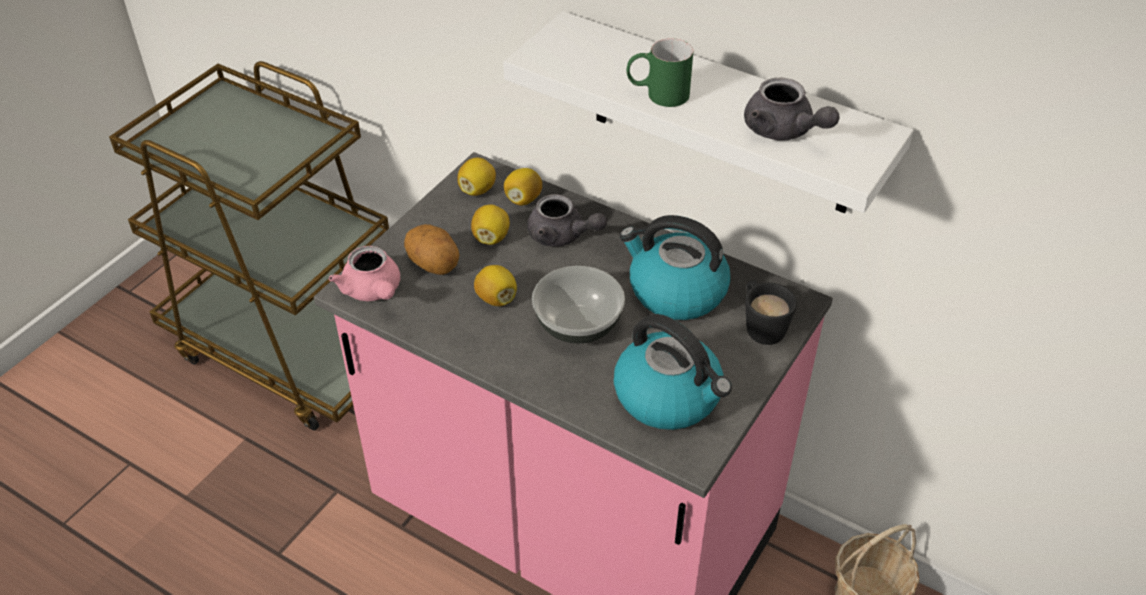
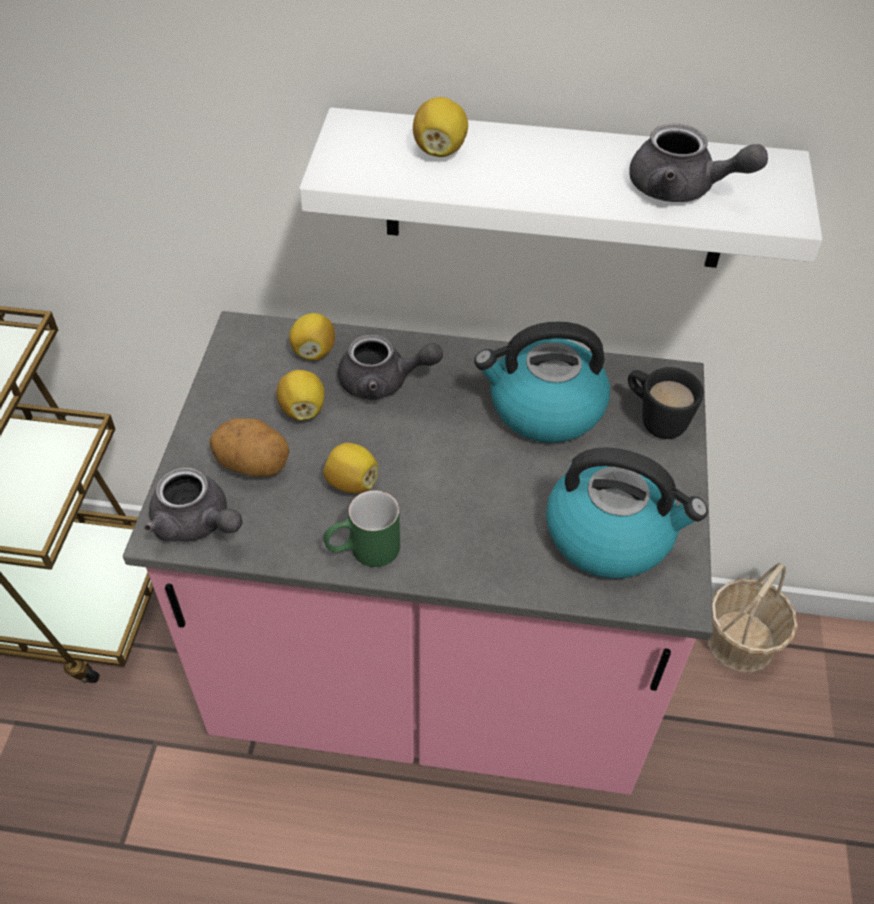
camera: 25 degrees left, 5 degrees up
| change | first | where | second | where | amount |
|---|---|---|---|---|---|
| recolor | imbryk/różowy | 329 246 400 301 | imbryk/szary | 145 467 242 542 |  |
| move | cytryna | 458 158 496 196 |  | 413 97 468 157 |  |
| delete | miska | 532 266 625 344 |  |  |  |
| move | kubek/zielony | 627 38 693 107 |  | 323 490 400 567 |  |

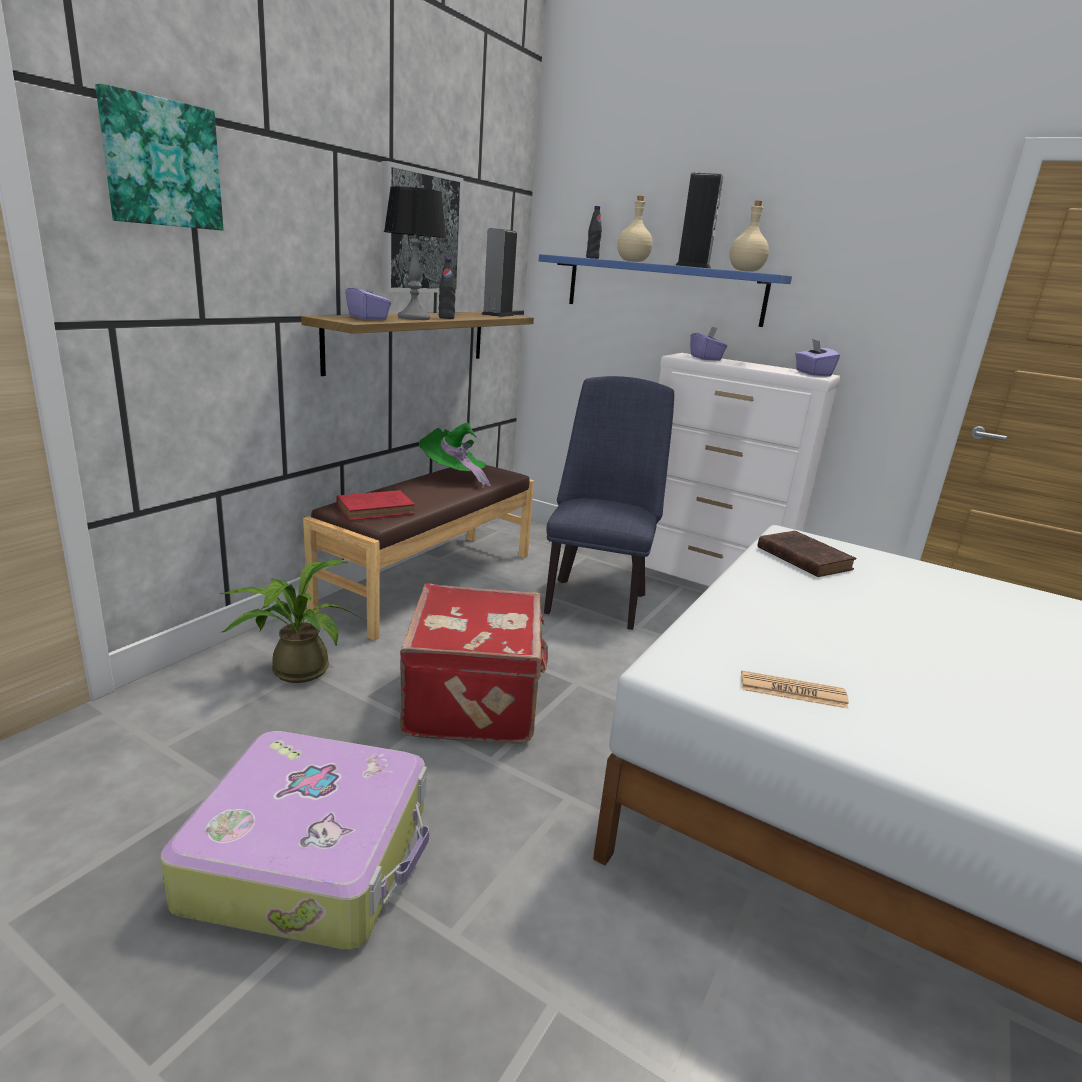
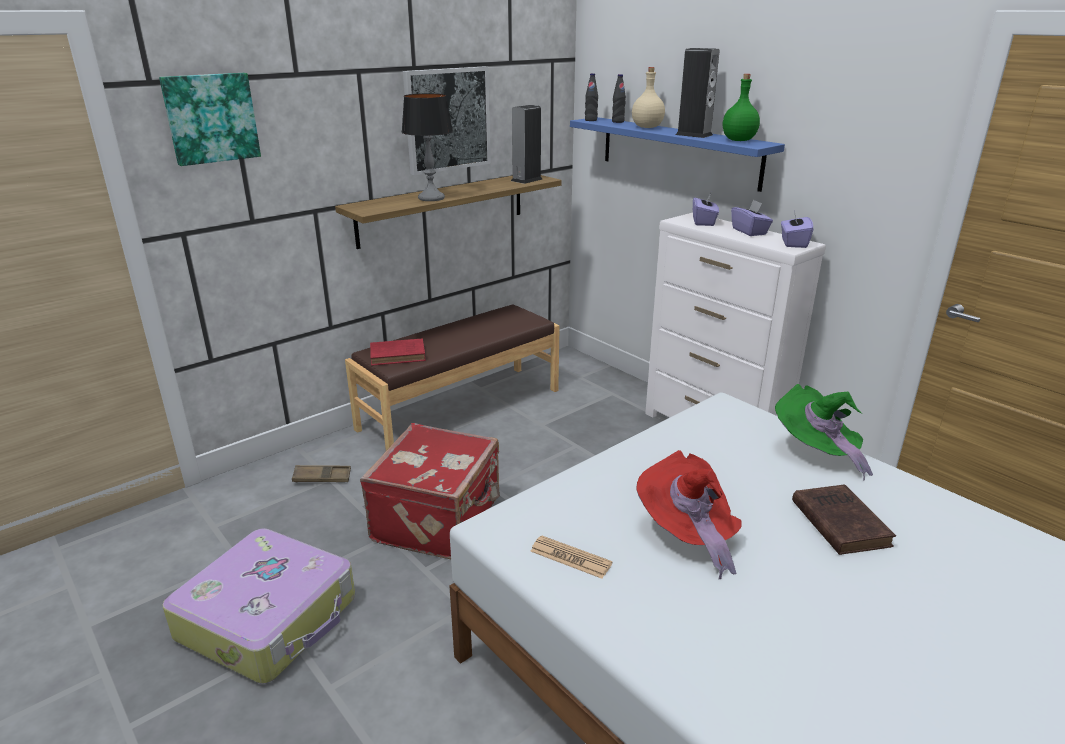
camera: 20 degrees right, 5 degrees up
| change | first | where | second | where | amount |
|---|---|---|---|---|---|
| replace | roślina doniczkowa | 219 560 362 683 | taca/brązowy | 292 465 351 483 |  |
| move | pudełko chusteczek/fioletowy | 345 279 391 320 |  | 731 199 773 236 |  |
| move | kapelusz/zielony | 419 423 491 489 |  | 775 384 873 481 |  |
| move | butelka/czarny | 438 259 456 319 |  | 585 73 598 121 |  |
| delete | krzesło/niebieski | 544 376 674 630 |  |  |  |
| recolor | butelka/beżowy | 730 200 769 272 | butelka/zielony | 723 74 760 141 |  |
| move | książka/brązowy | 758 531 857 577 |  | 792 485 896 555 |  |
| insert |  |  | kapelusz/czerwony | 636 450 741 579 |  |

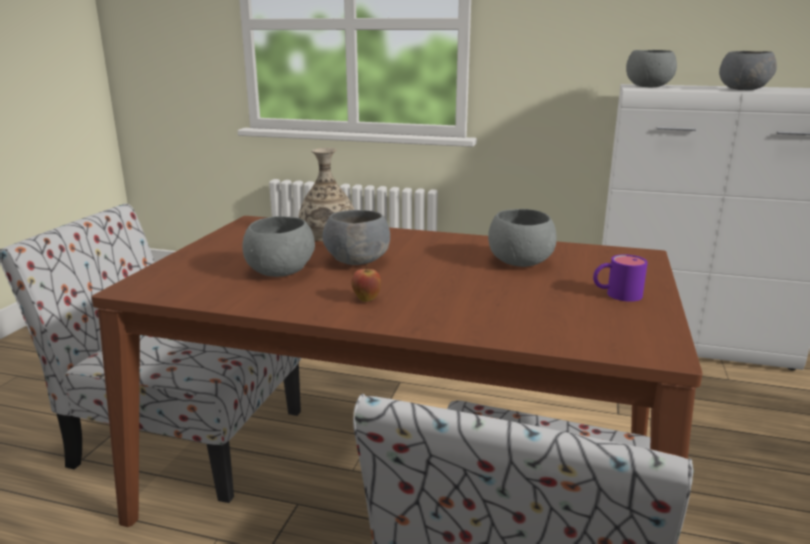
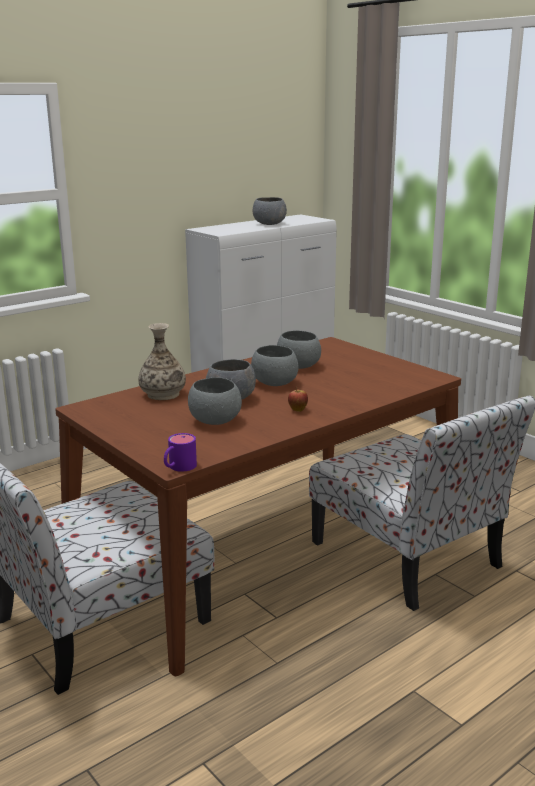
camera: 55 degrees left, 0 degrees up
| change | first | where | second | where | amount |
|---|---|---|---|---|---|
| move | kubek/fioletowy | 593 254 648 302 |  | 164 433 197 472 |  |
| move | miska/szary | 626 50 677 87 |  | 251 345 299 386 |  |

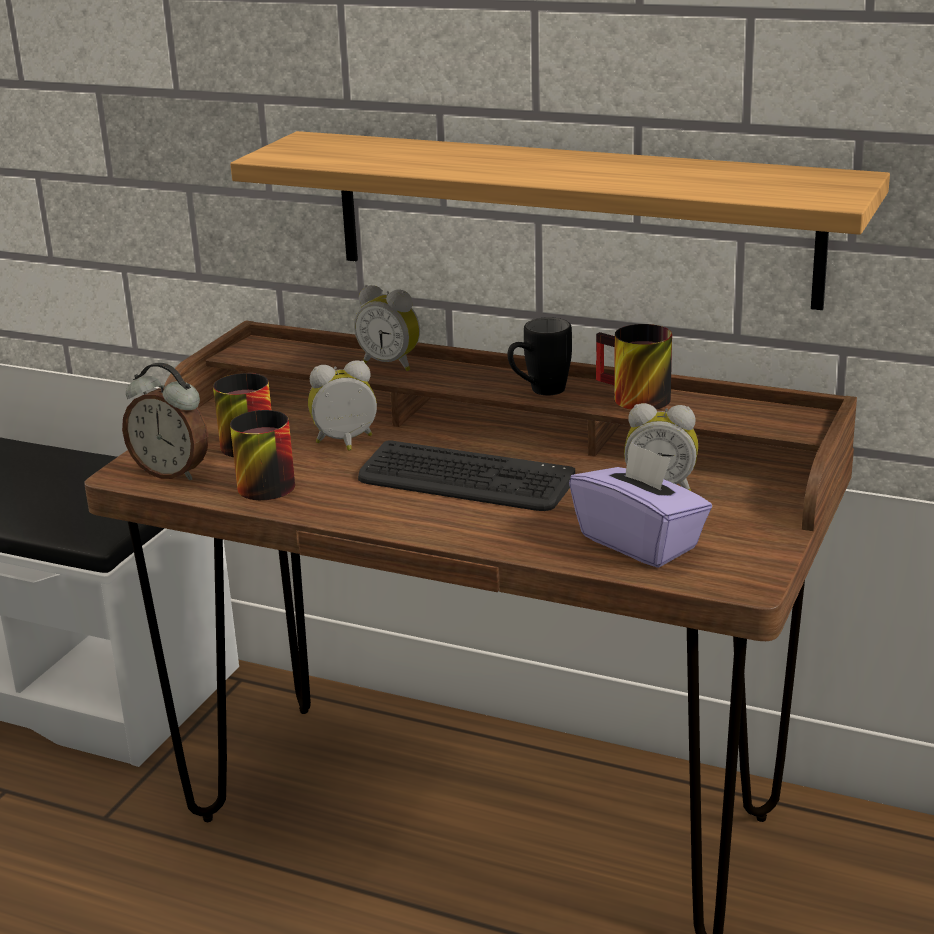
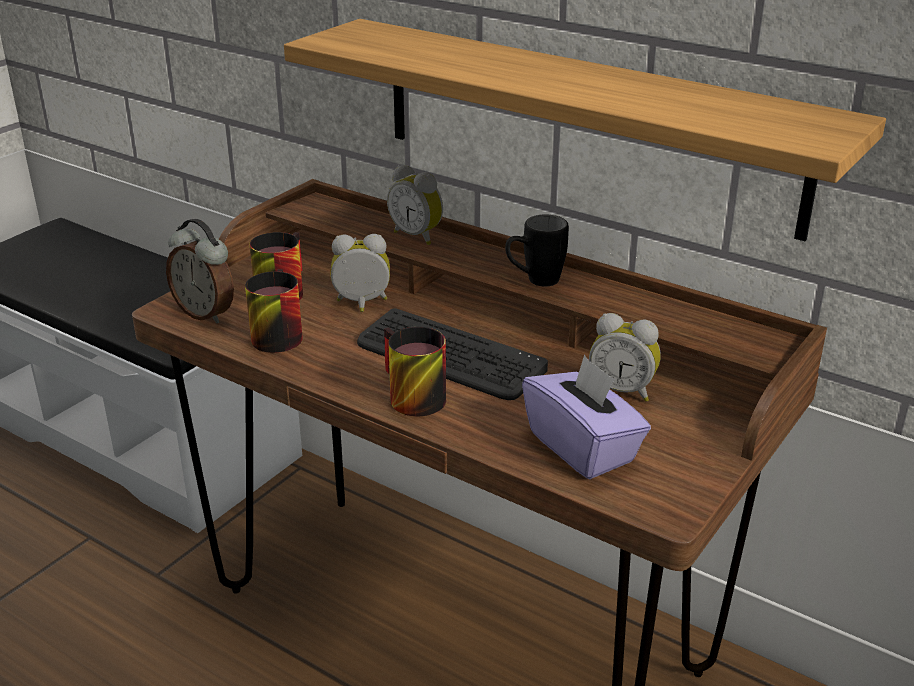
camera: 10 degrees right, 5 degrees up
| change | first | where | second | where | amount |
|---|---|---|---|---|---|
| move | kubek | 596 324 672 410 |  | 384 327 446 416 |  |

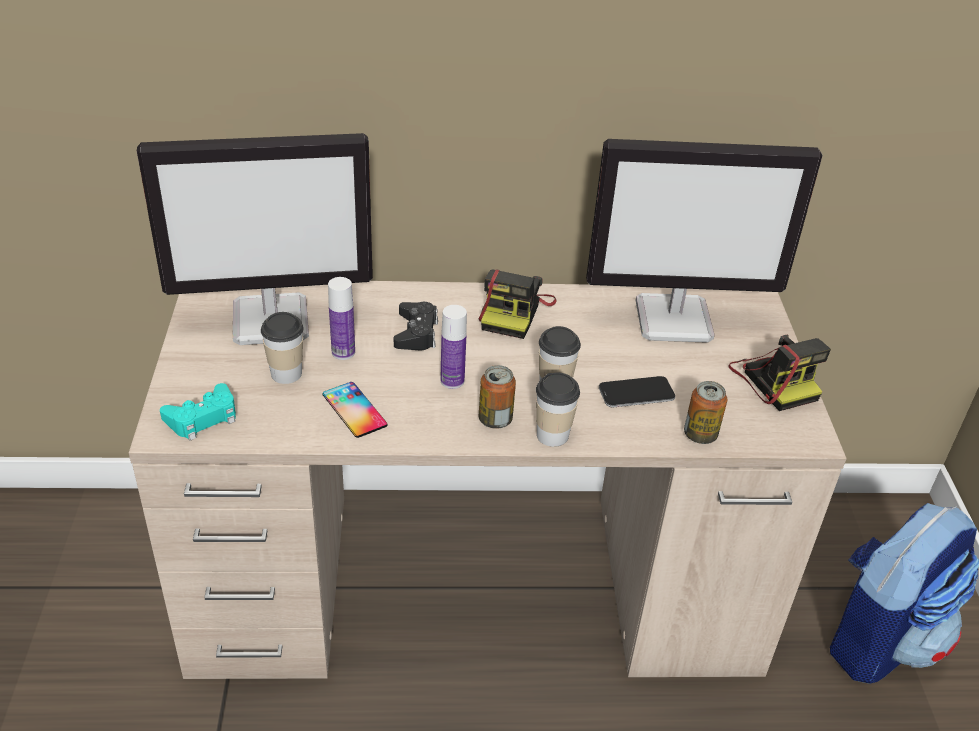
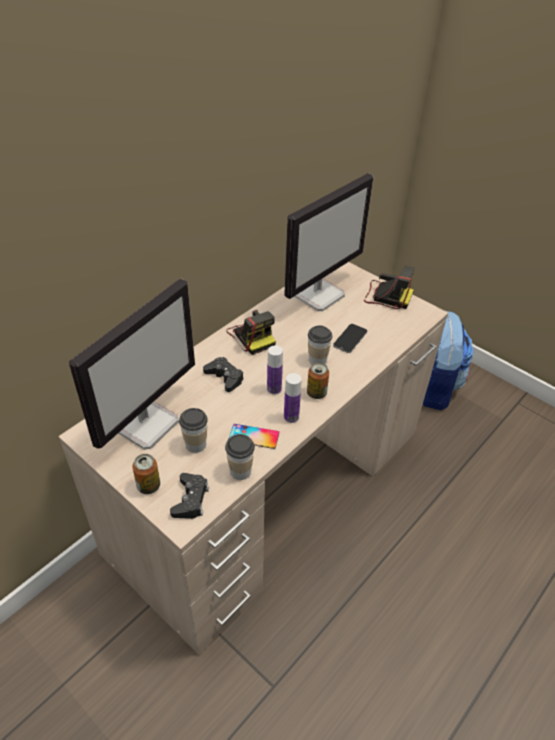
camera: 45 degrees left, 5 degrees up
| change | first | where | second | where | amount |
|---|---|---|---|---|---|
| recolor | pad do gier/turkusowy | 160 383 236 441 | pad do gier/czarny | 170 473 209 519 |  |
| move | butelka | 328 277 355 360 |  | 284 373 301 423 |  |
| move | filiżanka | 536 373 580 447 |  | 225 434 255 480 |  |
| move | puszka | 684 381 727 444 |  | 133 454 160 494 |  |

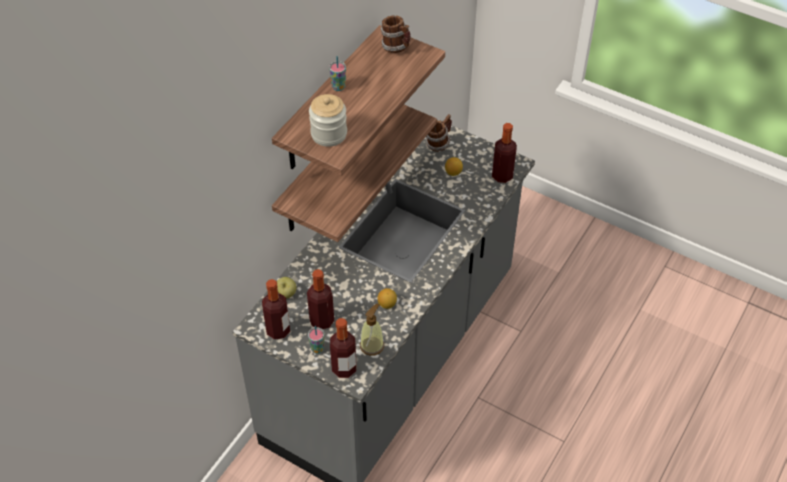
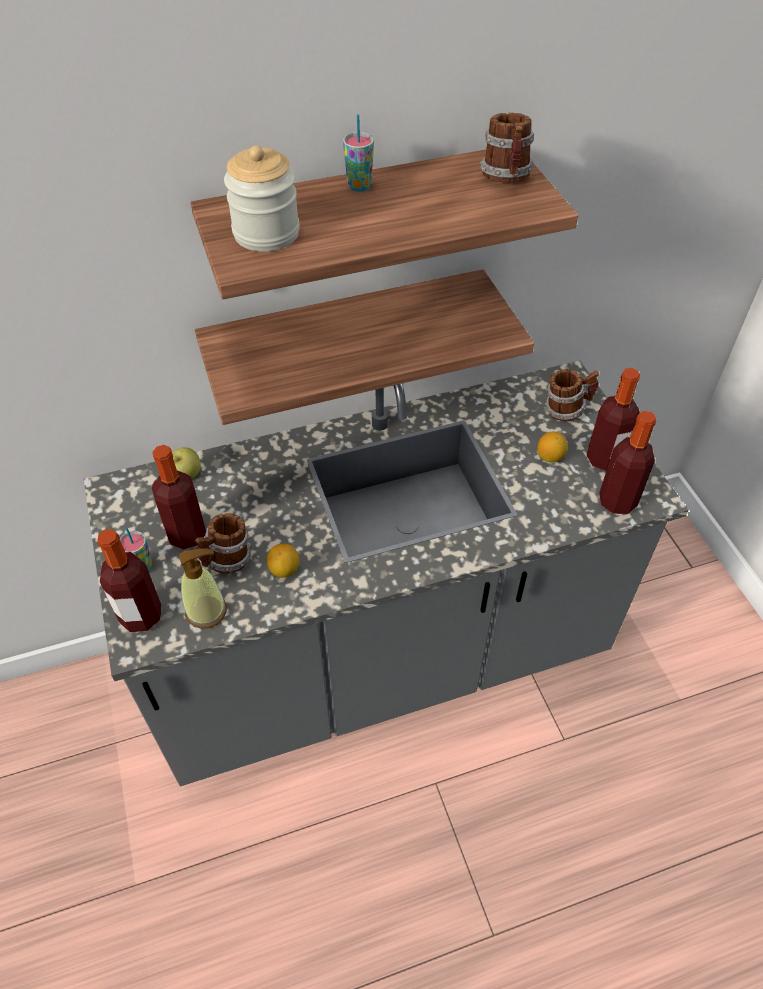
camera: 40 degrees right, 0 degrees up
| change | first | where | second | where | amount |
|---|---|---|---|---|---|
| move | butelka | 262 279 290 340 |  | 586 368 640 471 |  |
| insert |  |  | kubek | 195 513 251 573 |  |

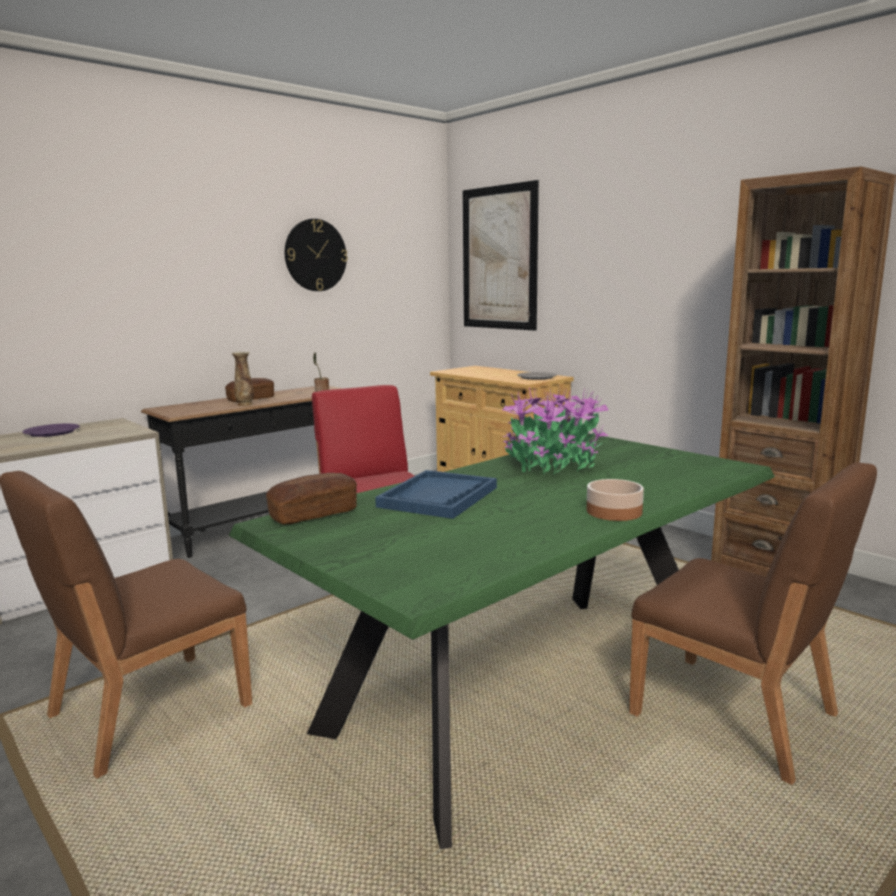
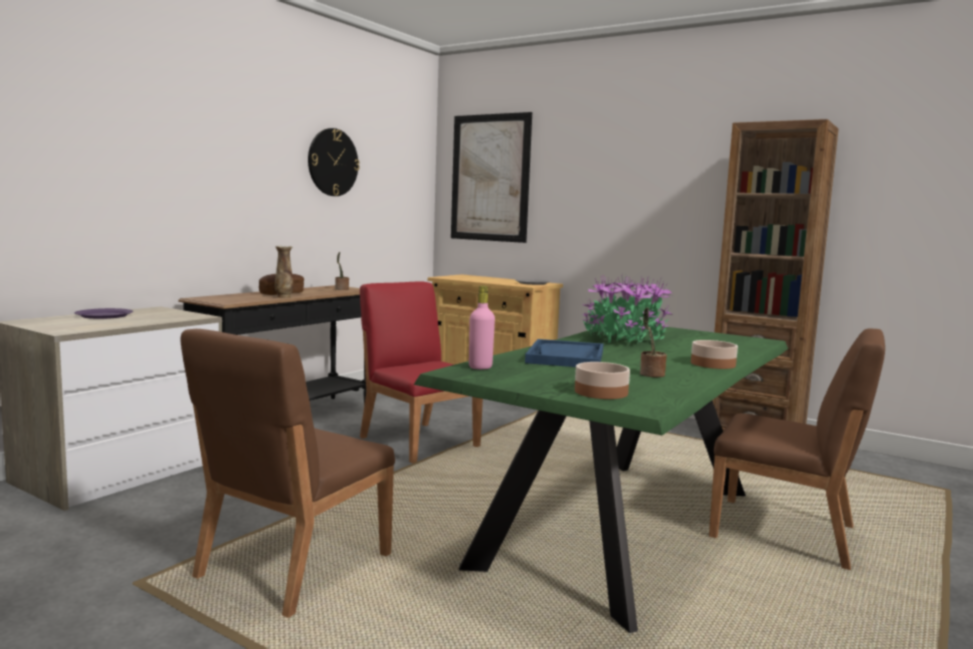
camera: 15 degrees left, 5 degrees down
| change | first | where | second | where | amount |
|---|---|---|---|---|---|
| replace | chleb | 266 473 357 524 | butelka/różowy | 469 286 495 369 |  |
| insert |  |  | miska | 575 362 630 399 |  |
| insert |  |  | roślina doniczkowa | 640 307 667 377 |  |

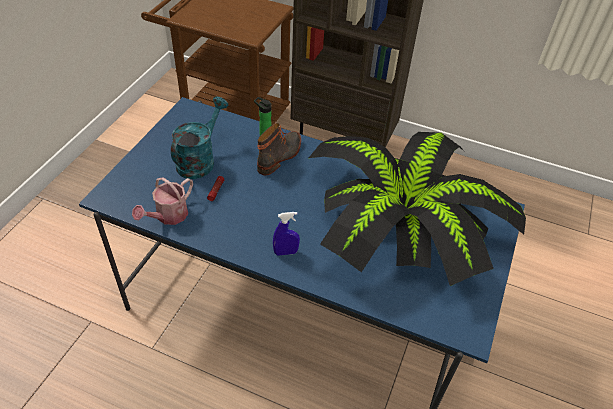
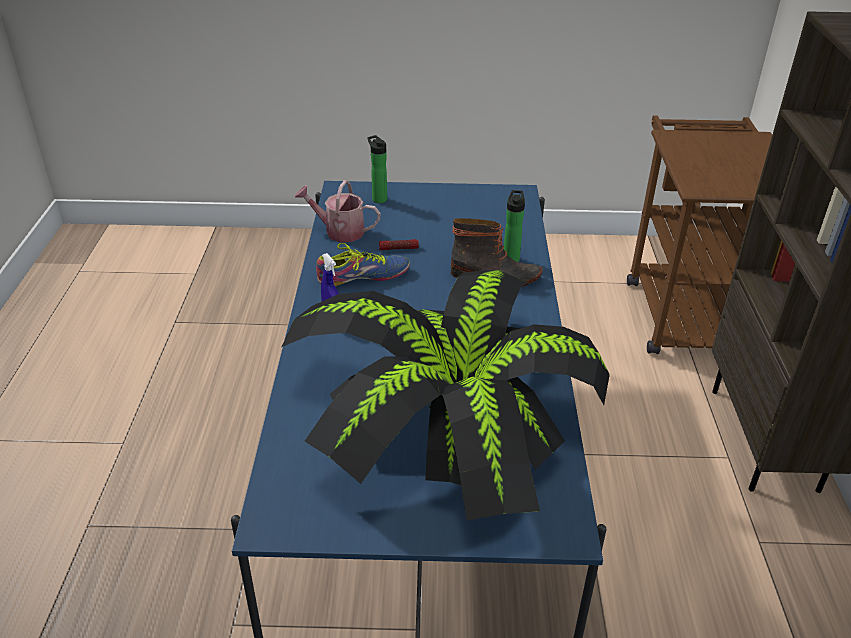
camera: 70 degrees right, 10 degrees down
| change | first | where | second | where | amount |
|---|---|---|---|---|---|
| delete | konewka/turkusowy | 171 97 229 179 |  |  |  |
| insert |  |  | but | 316 243 410 286 |  |
| insert |  |  | butelka | 368 135 387 203 |  |

